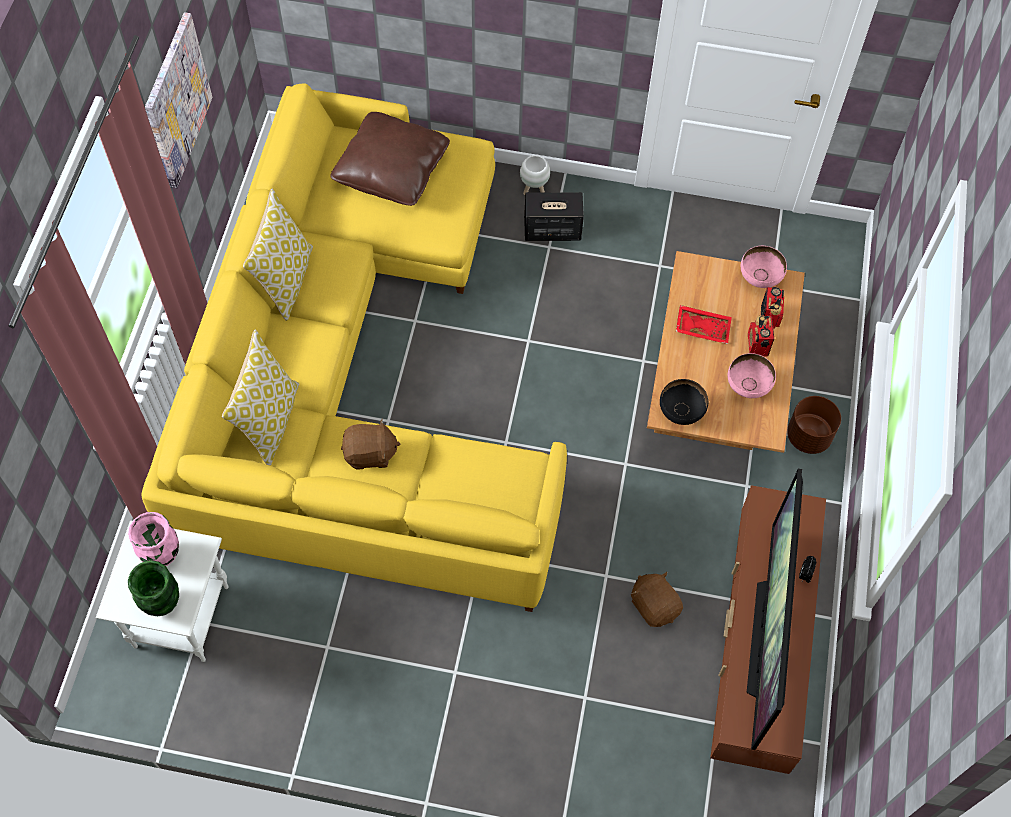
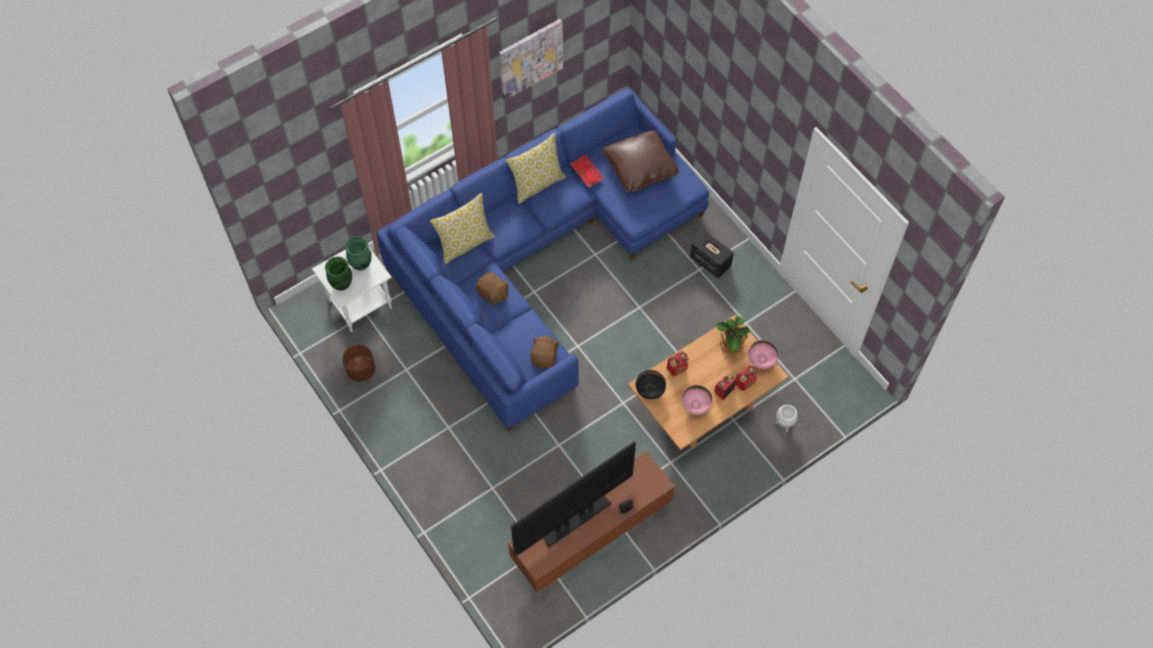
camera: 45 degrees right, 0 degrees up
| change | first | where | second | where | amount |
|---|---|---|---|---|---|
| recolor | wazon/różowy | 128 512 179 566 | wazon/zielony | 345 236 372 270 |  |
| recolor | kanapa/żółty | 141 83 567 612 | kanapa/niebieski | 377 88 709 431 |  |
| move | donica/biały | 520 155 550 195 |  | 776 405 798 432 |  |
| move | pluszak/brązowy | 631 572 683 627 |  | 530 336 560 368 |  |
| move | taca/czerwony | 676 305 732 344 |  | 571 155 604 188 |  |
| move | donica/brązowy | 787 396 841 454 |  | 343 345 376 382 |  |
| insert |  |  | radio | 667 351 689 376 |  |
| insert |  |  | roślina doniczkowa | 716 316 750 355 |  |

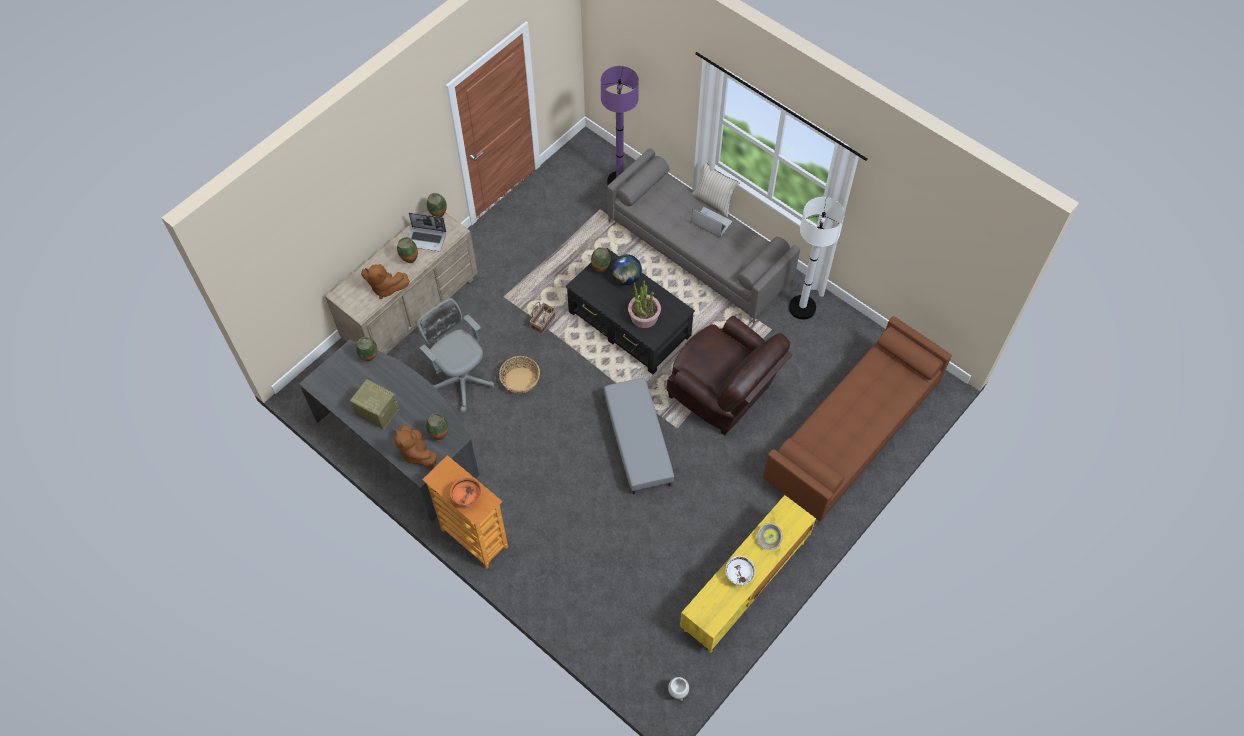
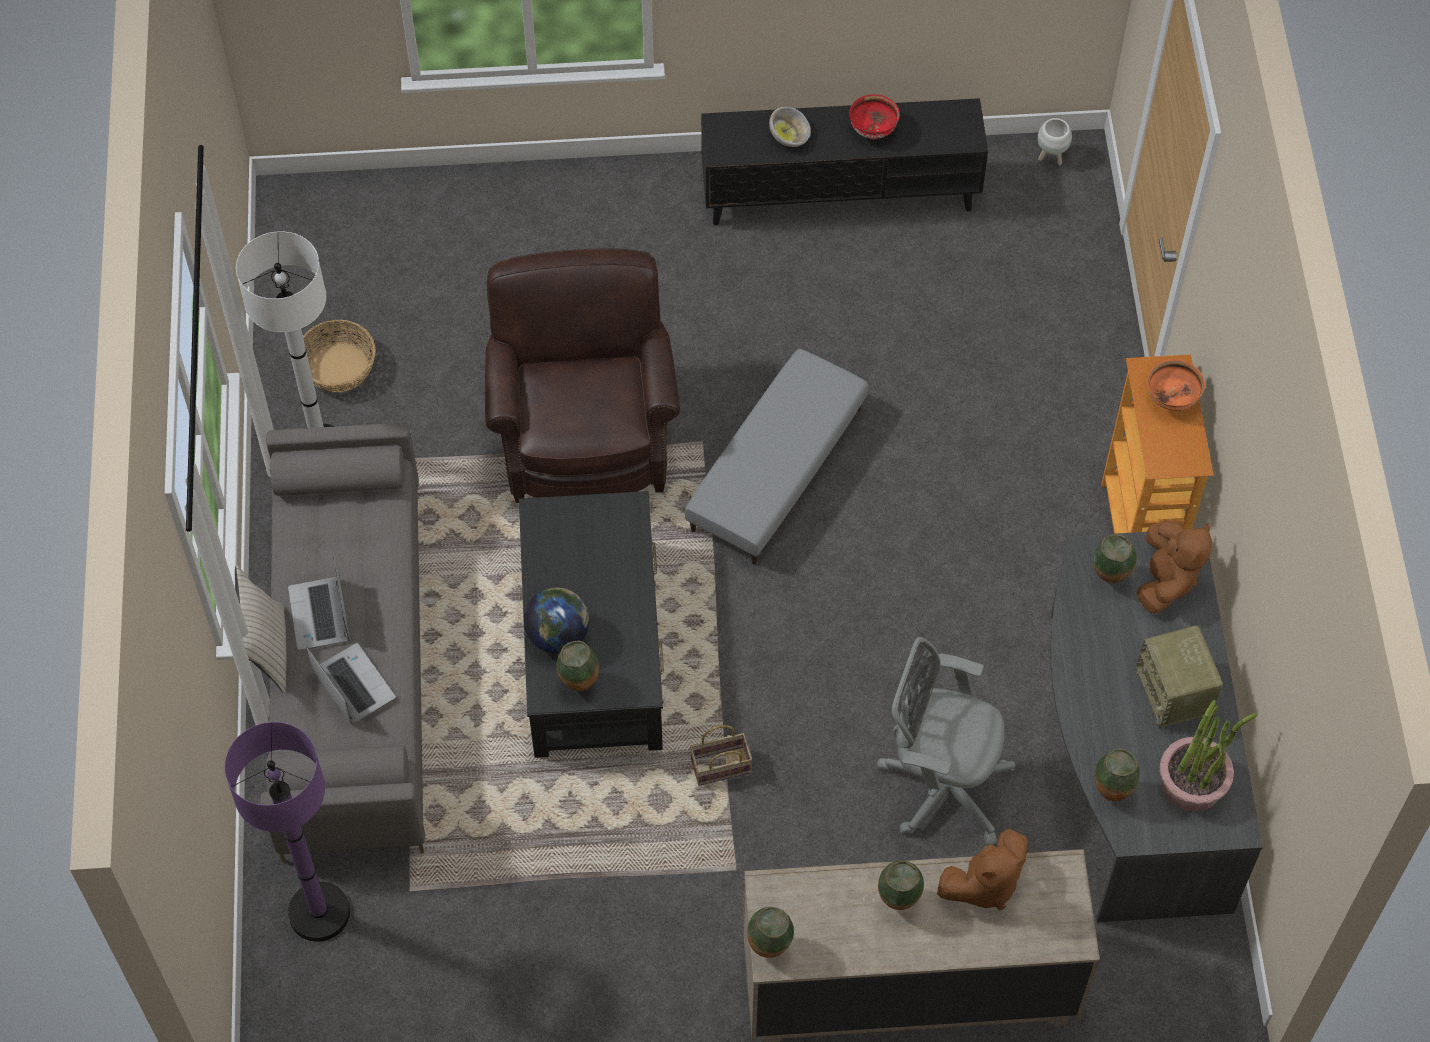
camera: 135 degrees left, 0 degrees up
| change | first | where | second | where | amount |
|---|---|---|---|---|---|
| rotate | pluszak/brązowy | 361 264 410 299 |  | 937 829 1028 910 | 90 degrees clockwise |
| move | laptop | 409 213 446 251 |  | 306 643 396 725 |  |
| rotate | krzesło biurowe/szary | 417 298 494 413 |  | 876 637 1015 846 | 105 degrees clockwise |
| move | koszyk | 499 356 540 394 |  | 303 320 376 392 |  |
| move | roślina doniczkowa | 628 281 661 328 |  | 1160 700 1258 812 |  |
| recolor | szafka pod telewizor/żółty | 680 495 816 653 | szafka pod telewizor/czarny | 701 98 988 226 |  |
| recolor | miska/biały | 726 556 755 586 | miska/czerwony | 849 94 900 140 |  |
| delete | kanapa/brązowy | 763 316 952 525 |  |  |  |

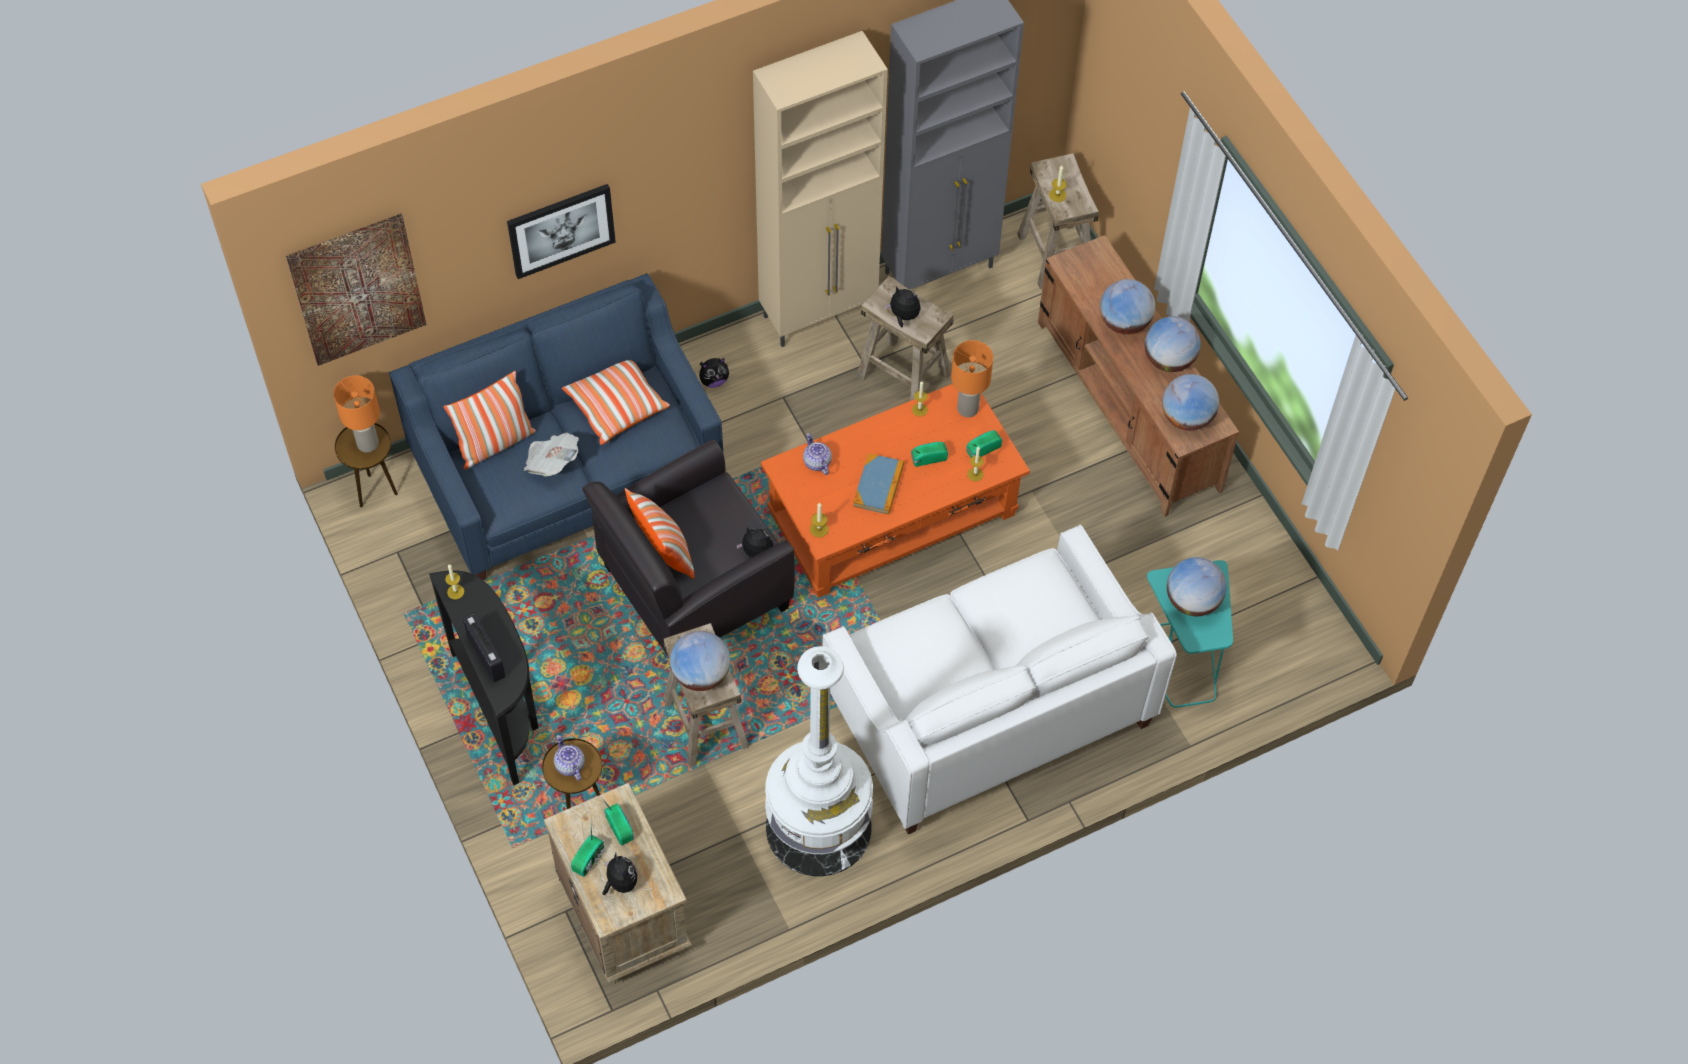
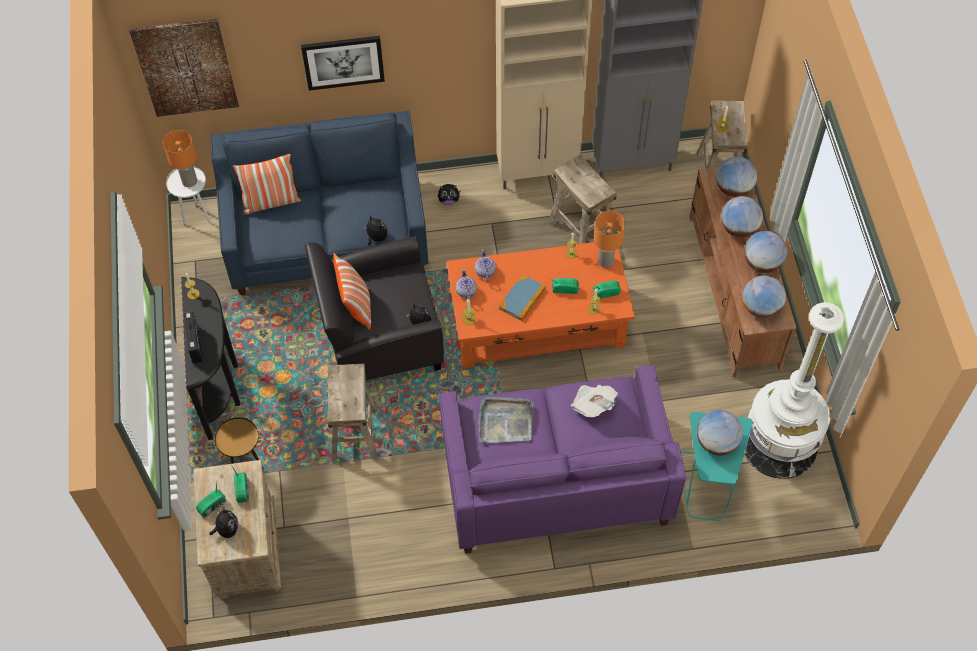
camera: 20 degrees right, 0 degrees up
| change | first | where | second | where | amount |
|---|---|---|---|---|---|
| recolor | stolik/brązowy | 335 423 398 507 | stolik/biały | 166 166 211 225 |  |
| move | gazeta | 524 433 579 476 |  | 571 385 618 417 |  |
| move | imbryk | 554 735 585 781 |  | 456 269 477 300 |  |
| delete | poduszka | 562 360 670 445 |  |  |  |
| move | globus | 670 631 730 691 |  | 716 156 757 197 |  |
| move | lampa stojąca/biały | 765 646 873 876 |  | 745 302 844 479 |  |
| recolor | kanapa/biały | 822 525 1177 834 | kanapa/fioletowy | 439 364 686 554 |  |
| move | pluszak | 885 286 921 328 |  | 363 215 387 246 |  |
| insert |  |  | taca/szary | 478 397 533 443 |  |

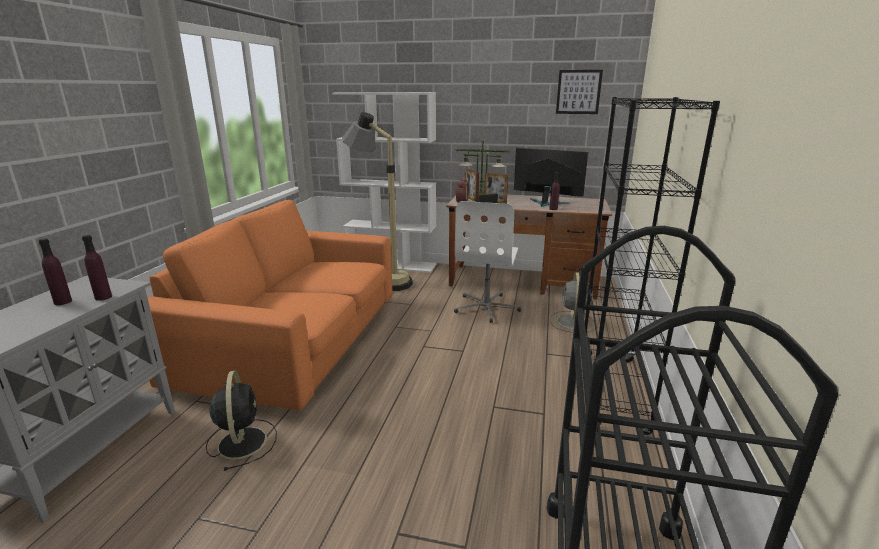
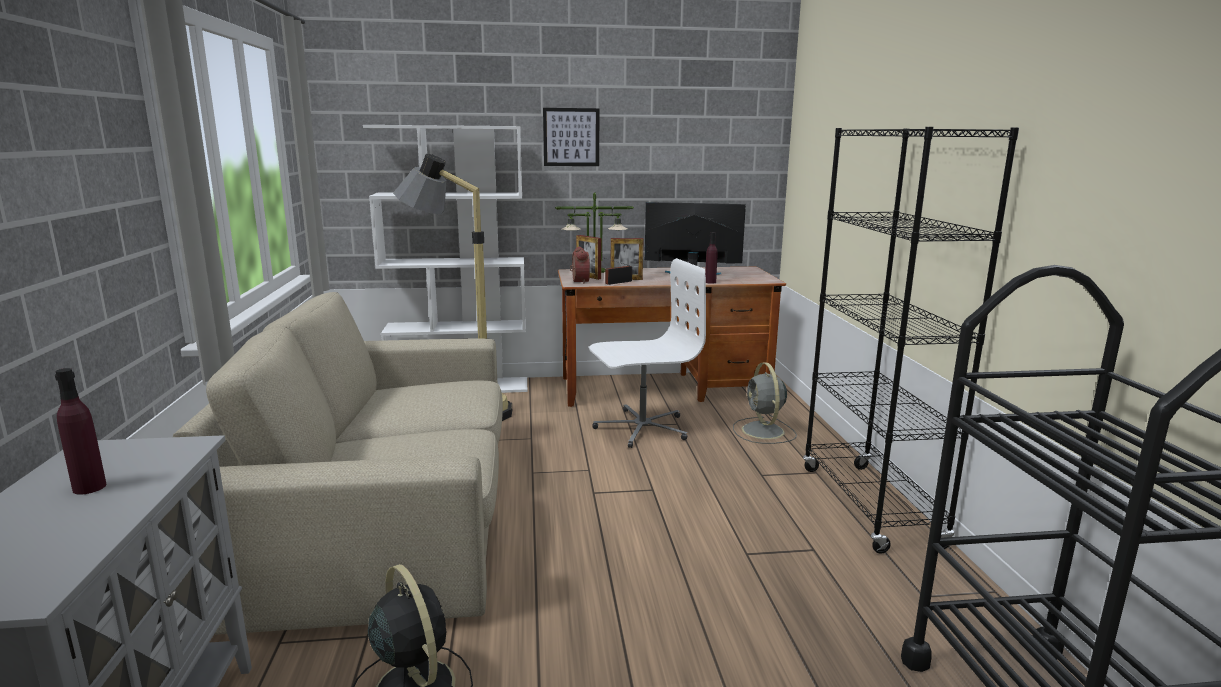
camera: 20 degrees left, 5 degrees down
| change | first | where | second | where | amount |
|---|---|---|---|---|---|
| delete | butelka/fioletowy | 82 235 112 301 |  |  |  |
| recolor | kanapa/pomarańczowy | 147 200 393 410 | kanapa/beżowy | 173 292 503 635 |  |
| rotate | krzesło biurowe/biały | 454 201 521 323 |  | 589 258 706 448 | 105 degrees counterclockwise |
| move | obraz | 556 70 603 114 |  | 543 108 599 166 |  |

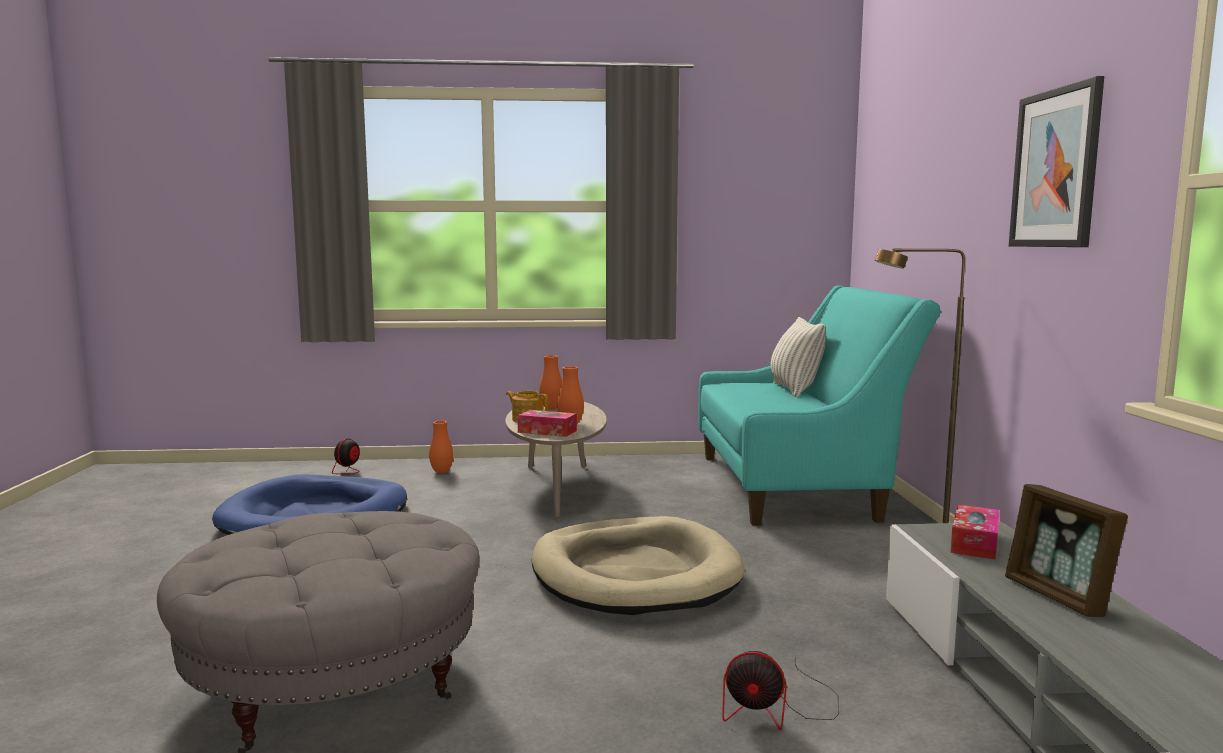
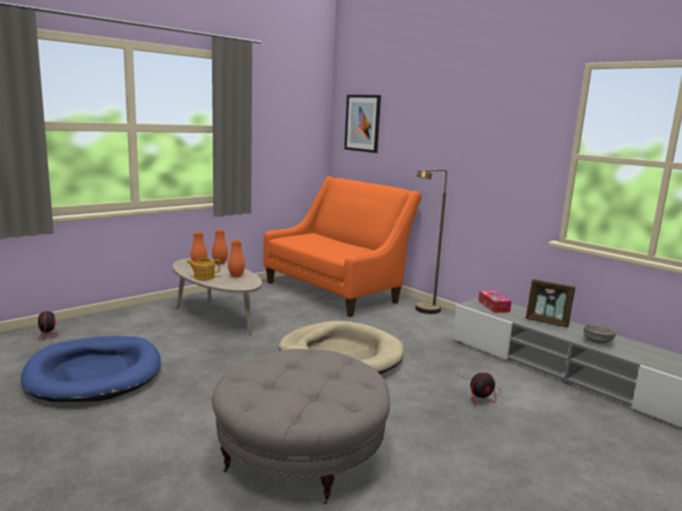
camera: 40 degrees left, 5 degrees up
| change | first | where | second | where | amount |
|---|---|---|---|---|---|
| move | wazon/pomarańczowy | 429 421 453 473 |  | 212 230 228 264 |  |
| delete | pudełko chusteczek | 518 410 577 437 |  |  |  |
| recolor | kanapa/turkusowy | 698 285 941 526 | kanapa/pomarańczowy | 263 176 422 317 |  |
| delete | poduszka | 771 317 826 397 |  |  |  |
| move | obraz | 1009 76 1104 247 |  | 344 95 381 153 |  |
| insert |  |  | miska/szary | 583 323 617 344 |  |

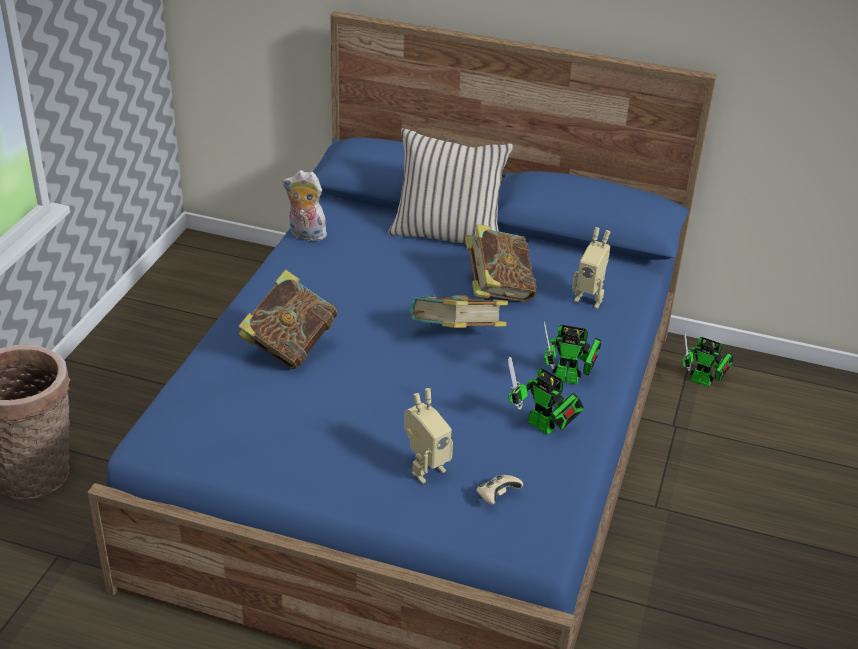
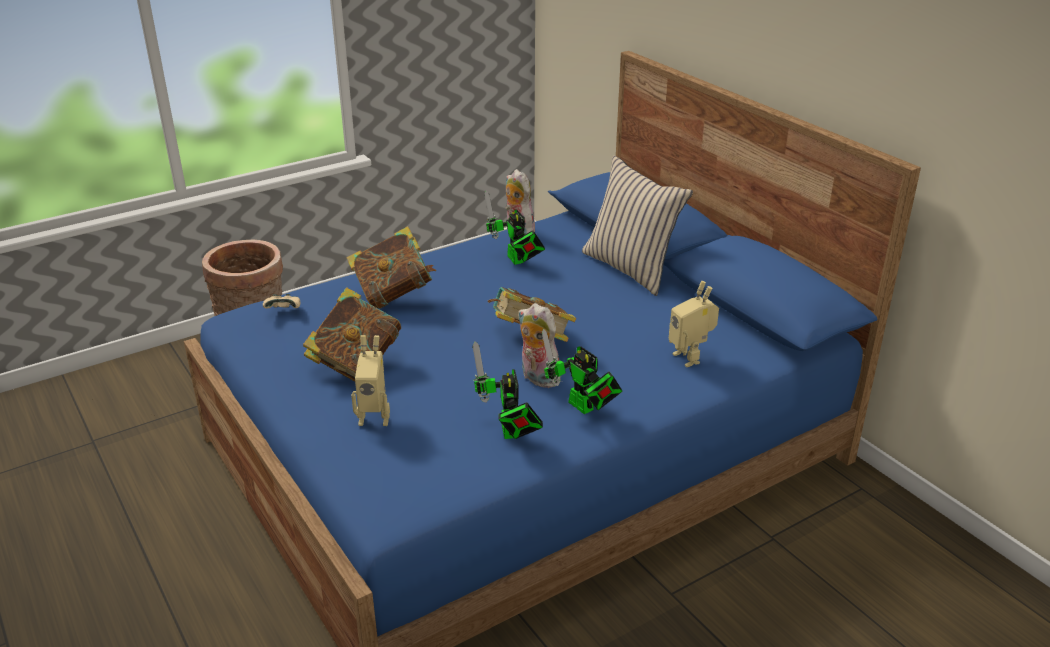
camera: 40 degrees right, 5 degrees down
| change | first | where | second | where | amount |
|---|---|---|---|---|---|
| move | książka | 465 224 537 302 |  | 303 287 401 381 |  |
| move | pad do gier/beżowy | 476 474 523 505 |  | 263 294 300 309 |  |
| move | robot zabawkowy | 682 331 733 387 |  | 484 190 545 265 |  |
| insert |  |  | pluszak | 518 303 562 388 |  |

